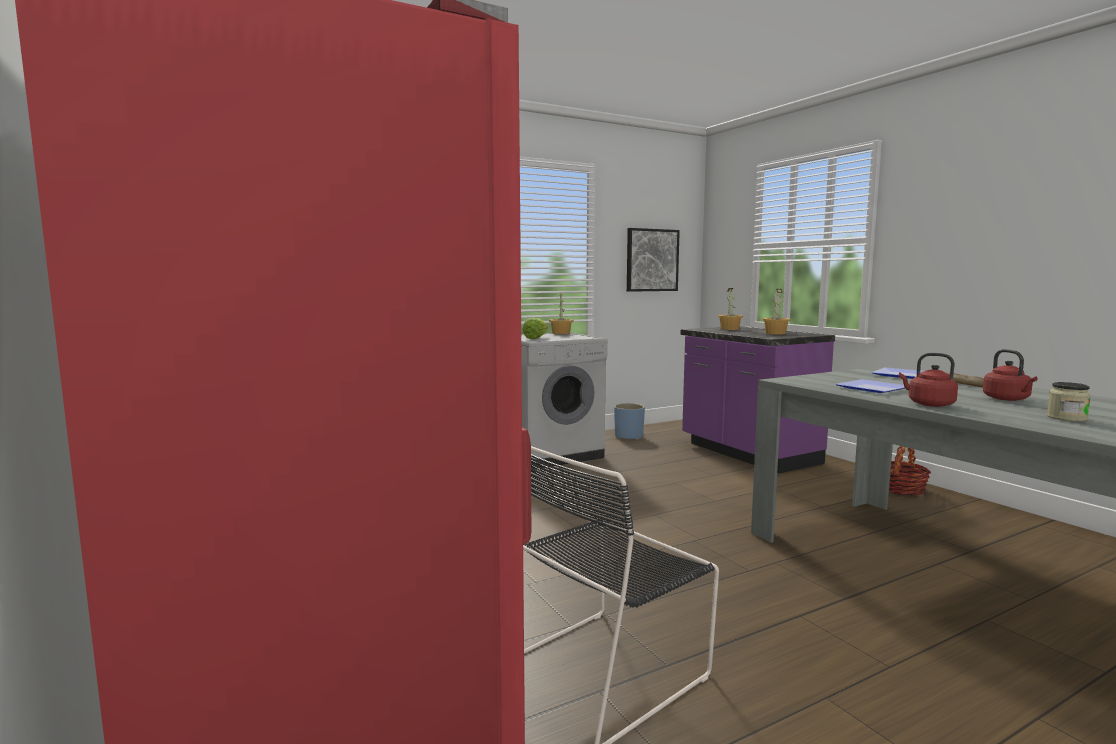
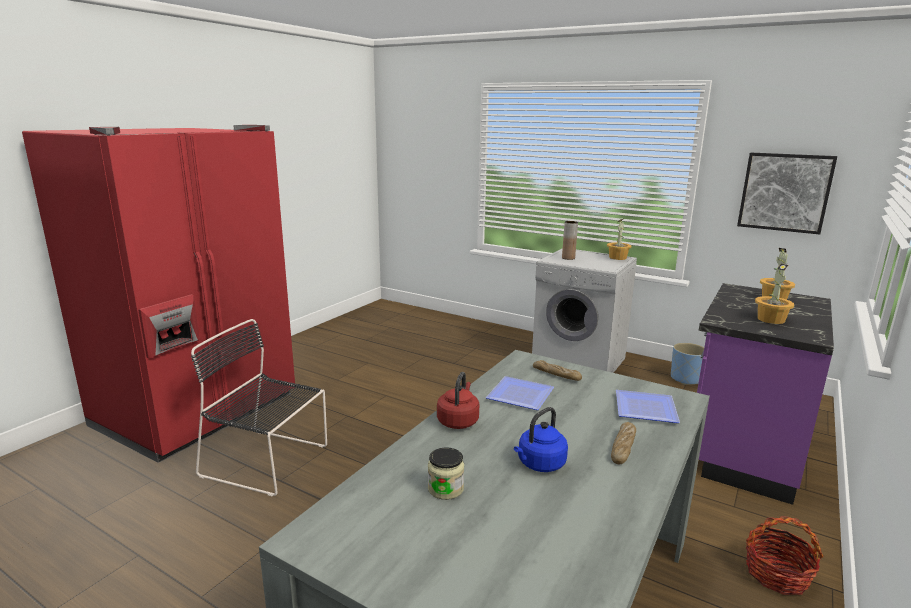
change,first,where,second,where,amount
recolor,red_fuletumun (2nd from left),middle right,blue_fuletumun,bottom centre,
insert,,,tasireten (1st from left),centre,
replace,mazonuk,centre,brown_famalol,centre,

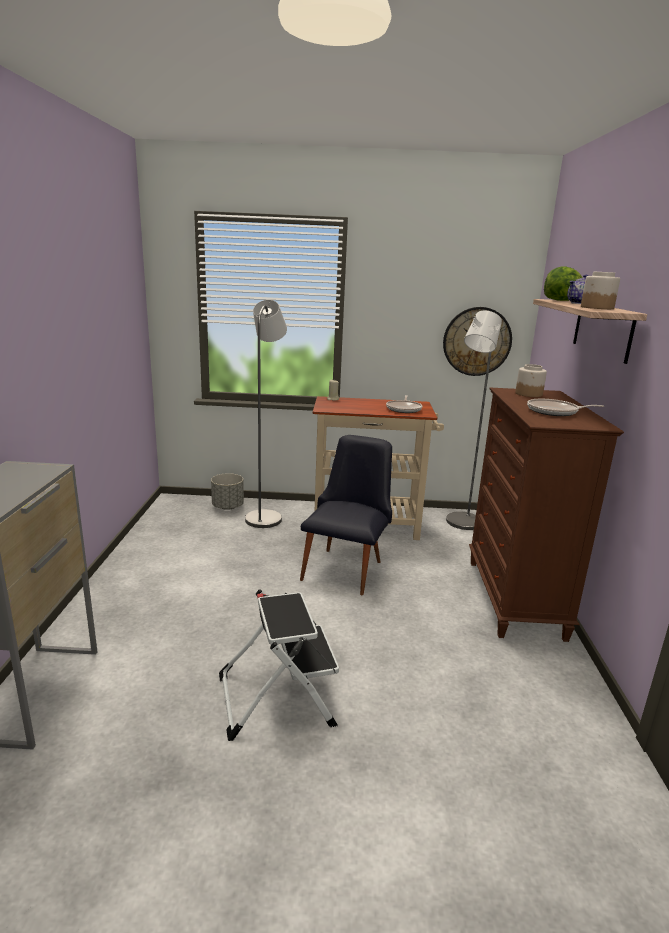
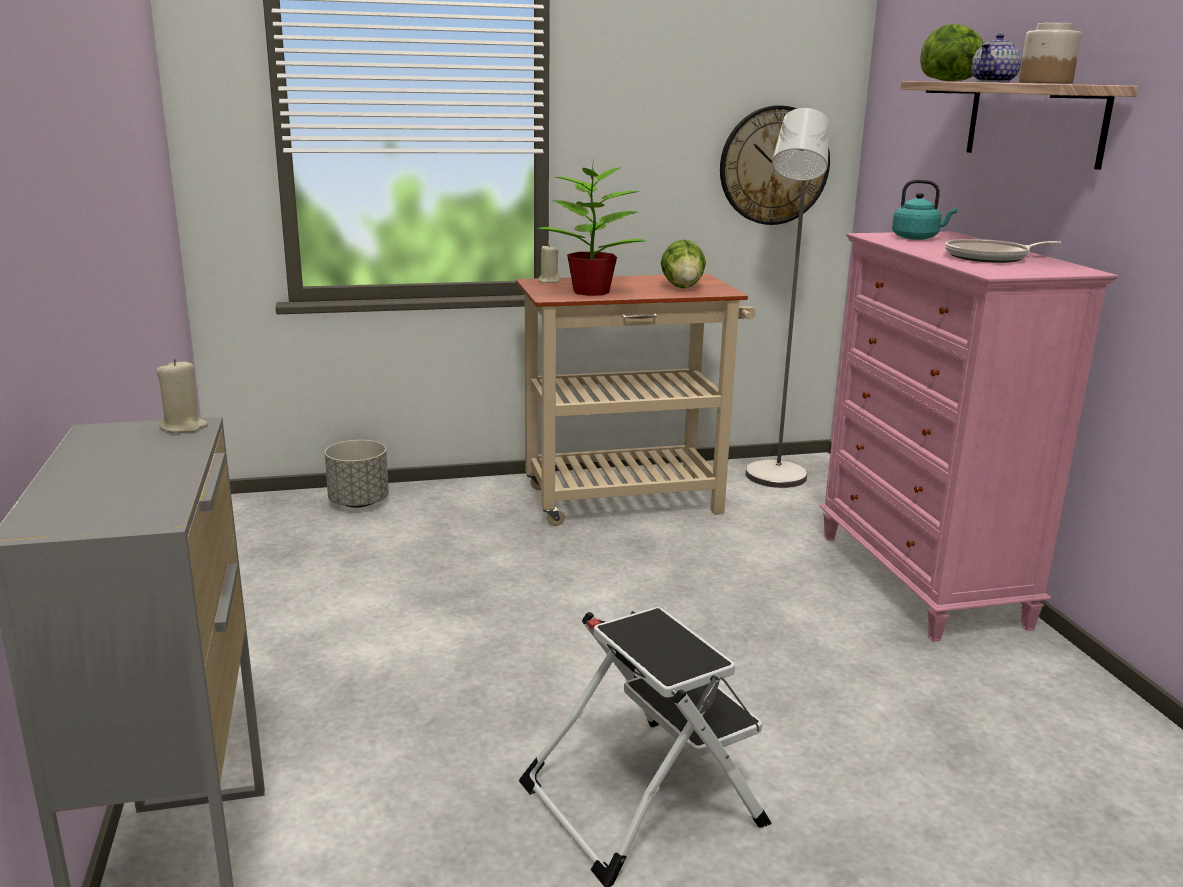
change,first,where,second,where,amount
insert,,,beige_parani (1st from left),middle left,
insert,,,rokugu,top centre,
replace,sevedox (1st from left),centre,mazonuk (1st from left),top centre,
recolor,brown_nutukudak,middle right,pink_nutukudak,middle right,
replace,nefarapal (1st from left),middle right,turquoise_fuletumun,top right,
delete,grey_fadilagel (1st from left),centre,,,
delete,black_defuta,centre,,,

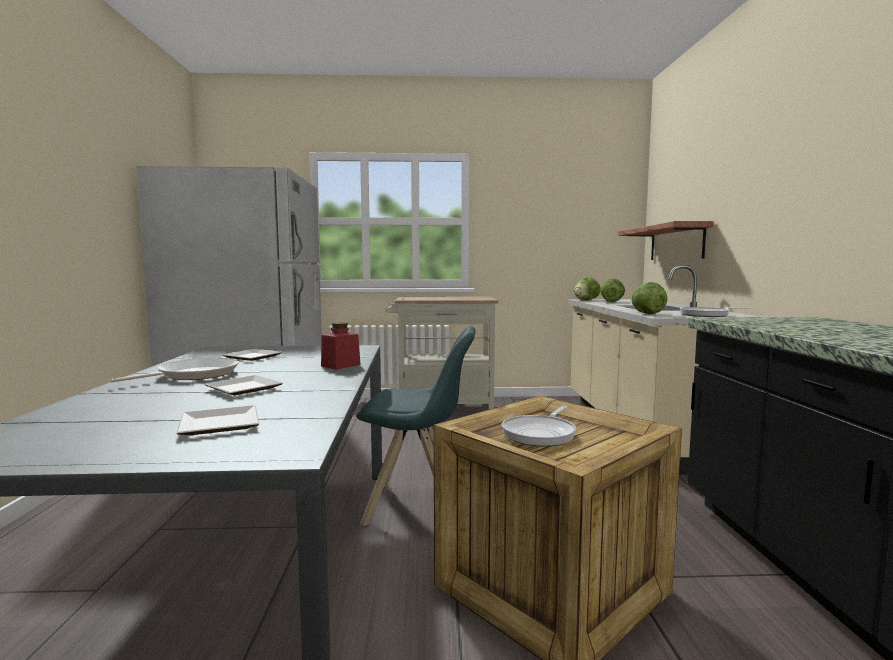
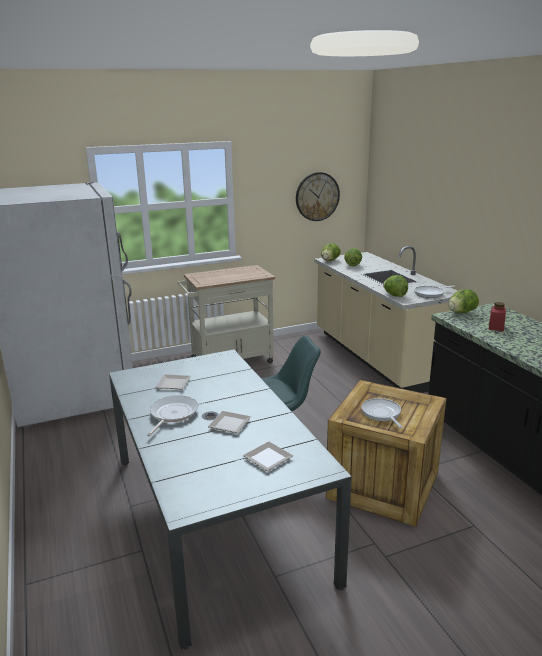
change,first,where,second,where,amount
insert,,,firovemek,top centre,
rotate,sevedox (2nd from left),centre,,middle right,150 degrees clockwise
insert,,,mazonuk (4th from left),middle right,
move,red_nefarapal,centre,,middle right,
delete,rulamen,middle right,,,

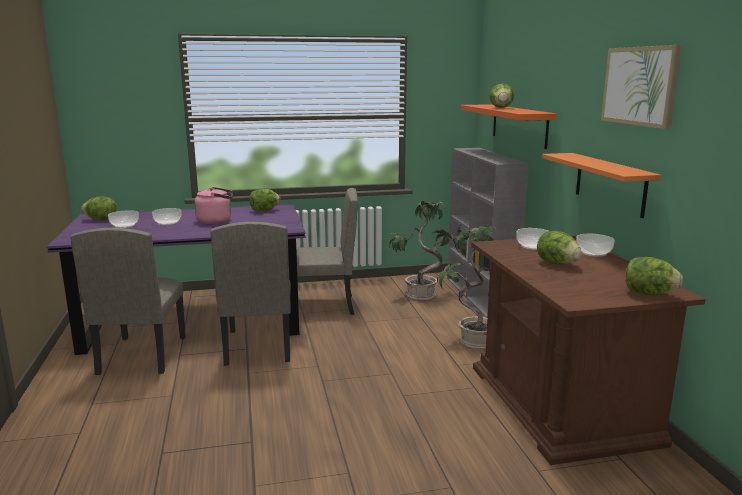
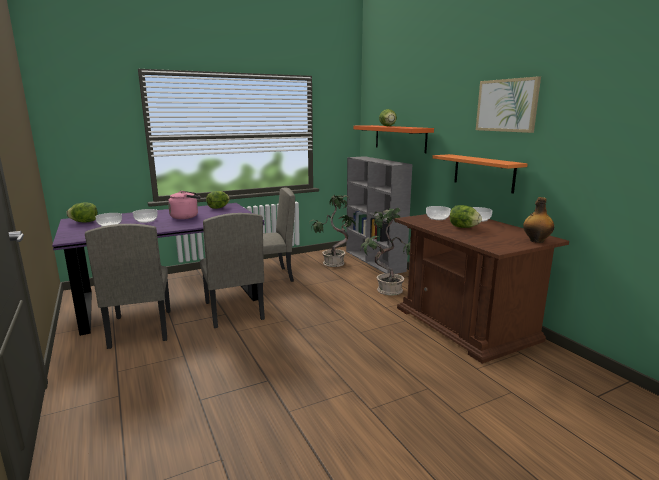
change,first,where,second,where,amount
replace,mazonuk (5th from left),middle right,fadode,middle right,

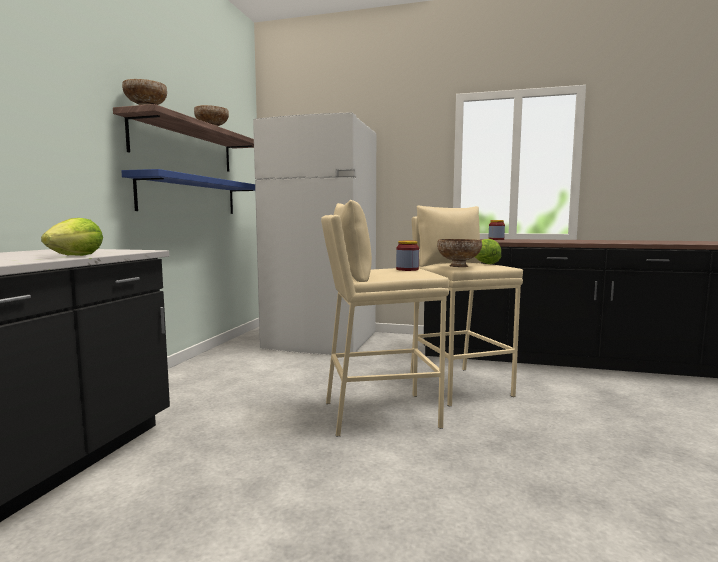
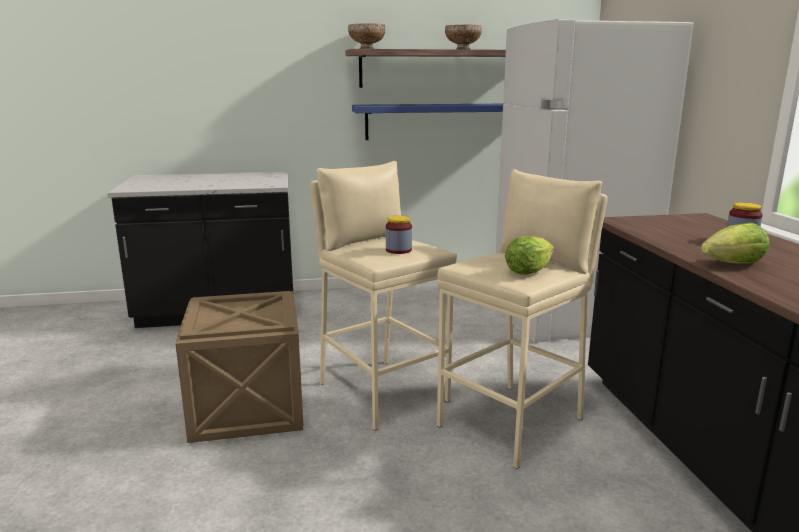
change,first,where,second,where,amount
insert,,,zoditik,bottom left,
move,mazonuk (1st from left in the first image),middle left,mazonuk (2nd from left),middle right,
delete,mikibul (3rd from left),centre,,,

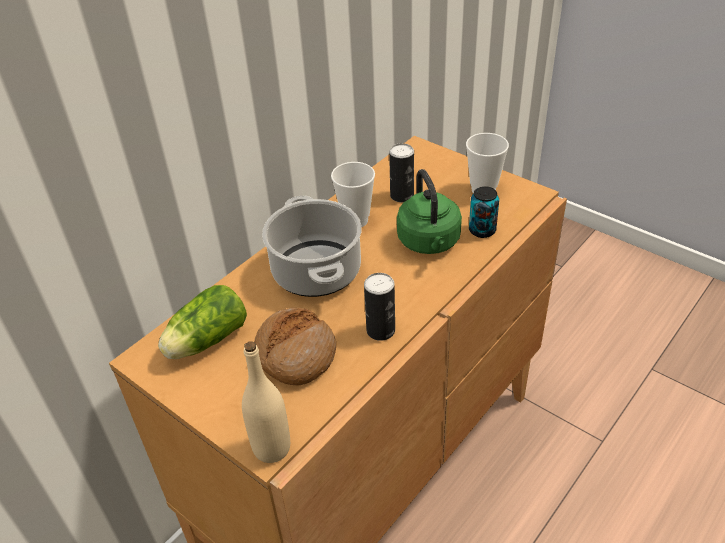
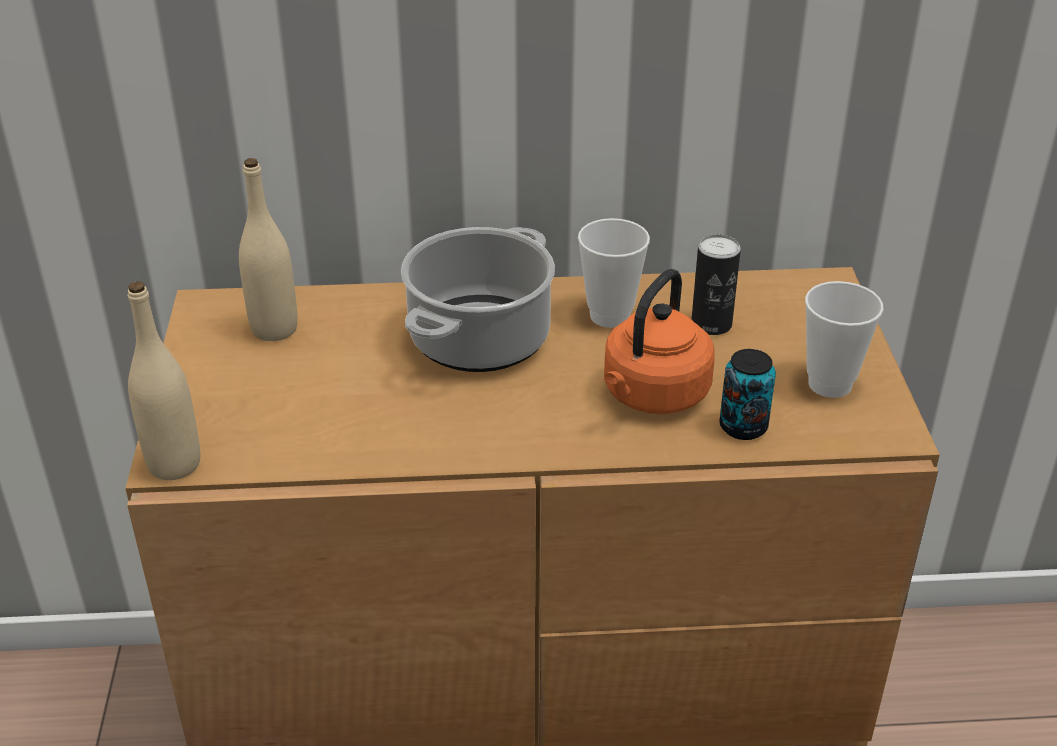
change,first,where,second,where,amount
replace,mazonuk,middle left,beige_fadode (2nd from left),middle left,
recolor,green_fuletumun,centre,orange_fuletumun,centre,
delete,tasireten,centre,,,
delete,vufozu (1st from left),centre,,,

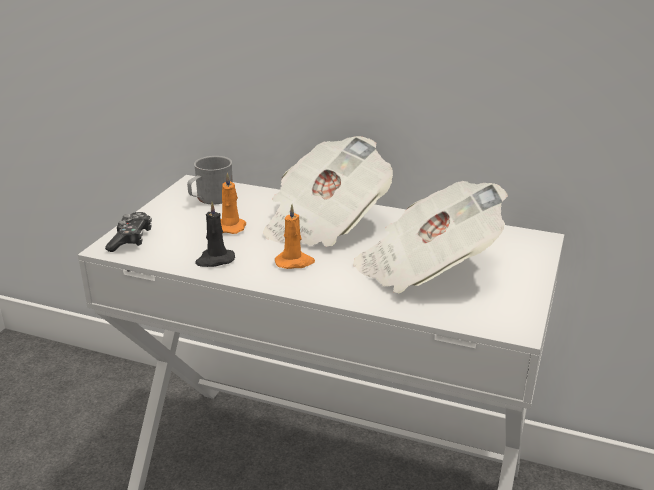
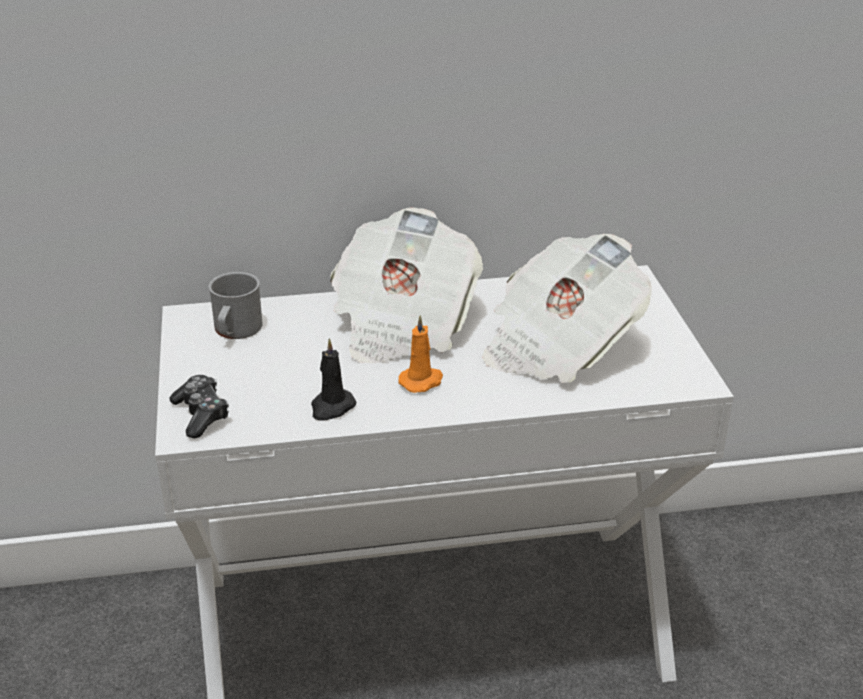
change,first,where,second,where,amount
delete,orange_parani (1st from left),centre,,,

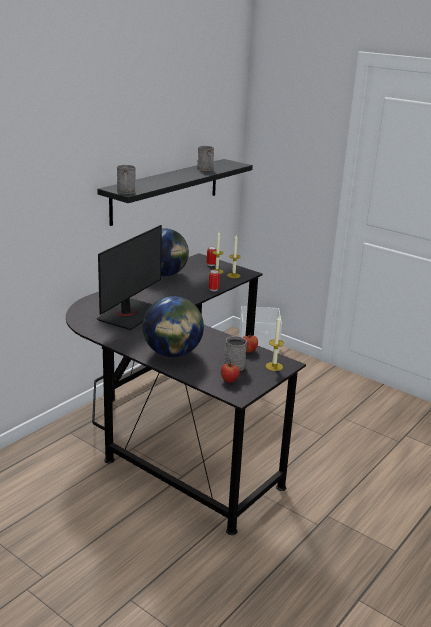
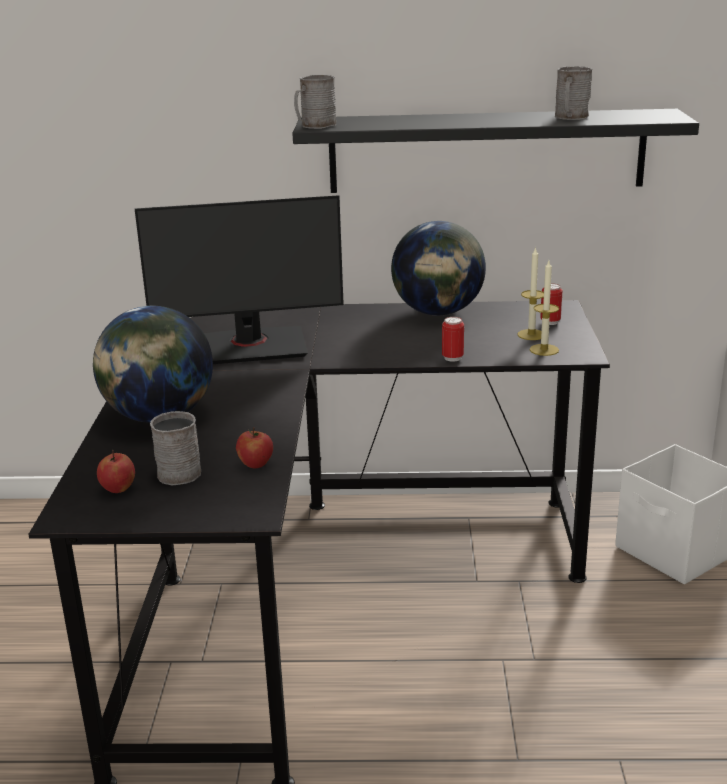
change,first,where,second,where,amount
delete,parani (3rd from left),centre,,,

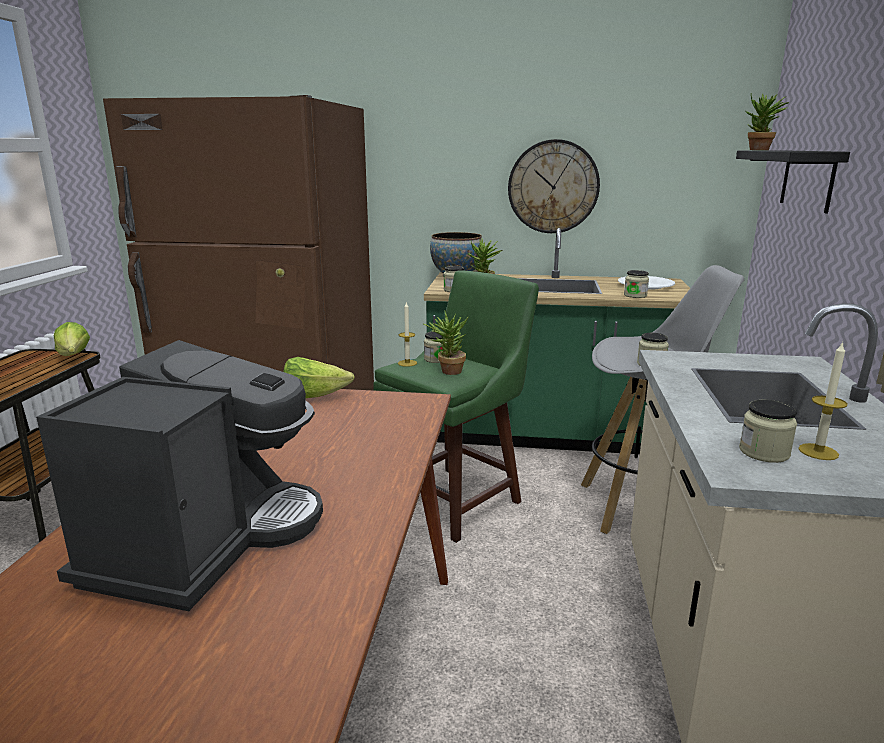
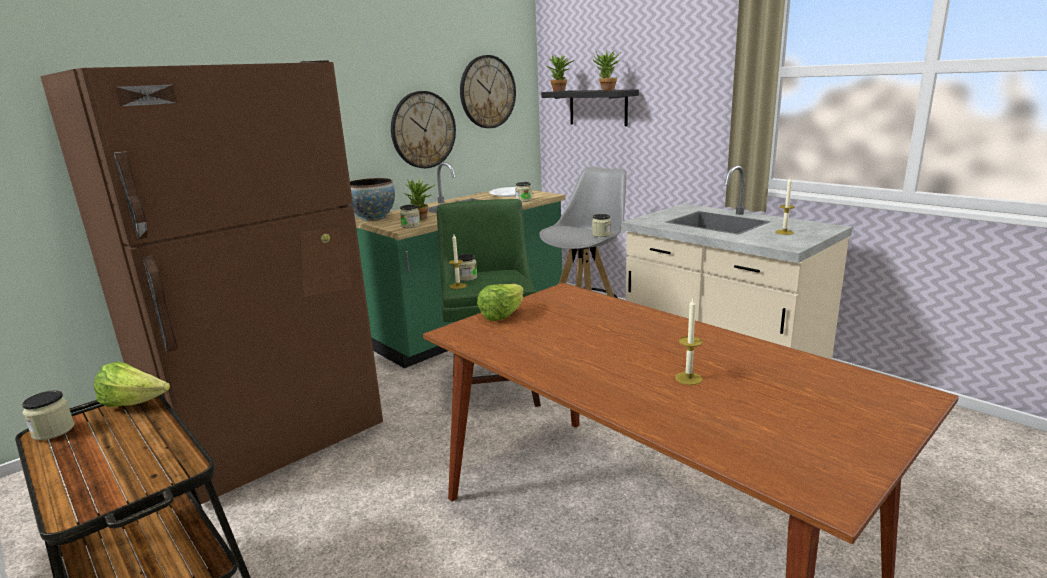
change,first,where,second,where,amount
move,nefarapal (5th from left in the first image),middle right,nefarapal (1st from left),bottom left,
insert,,,firovemek (2nd from left),top centre,
move,rokugu (1st from left in the first image),centre,rokugu (3rd from left),top centre,
replace,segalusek,middle left,parani (2nd from left),centre,

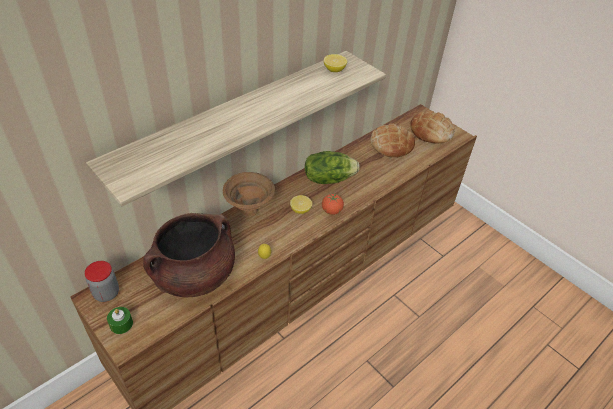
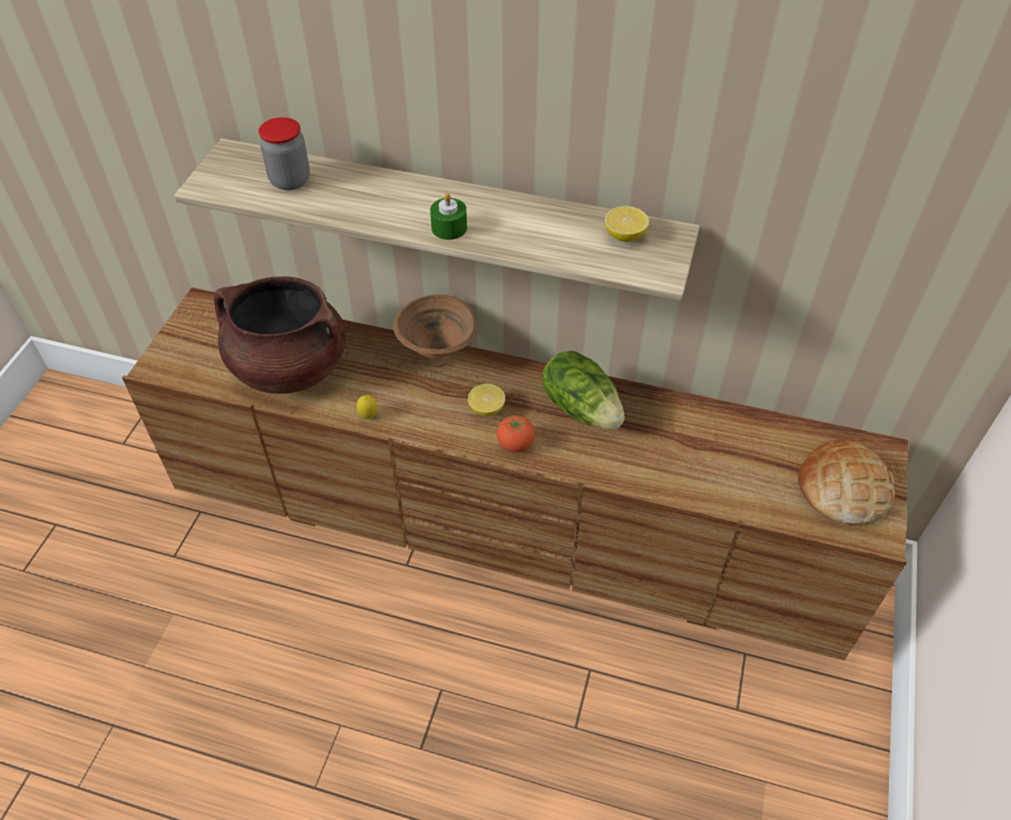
change,first,where,second,where,amount
move,nefarapal,bottom left,,top left,
move,green_parani,bottom left,,top centre,
delete,tasireten (1st from left),centre,,,

